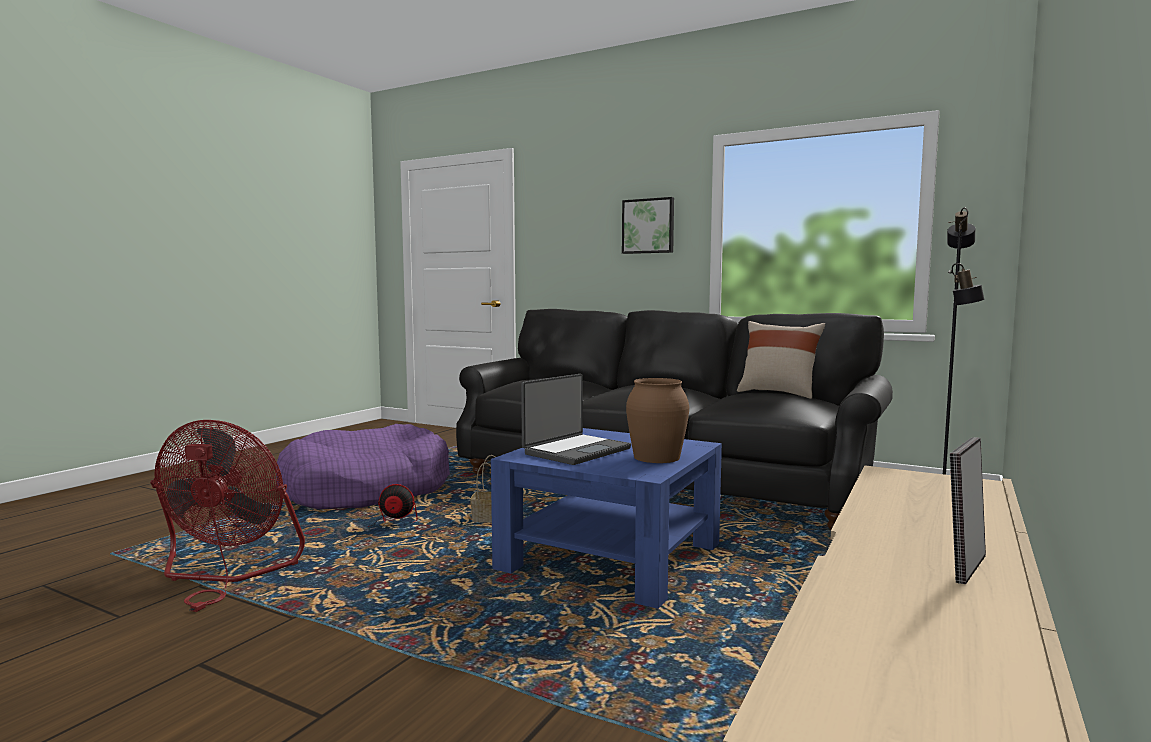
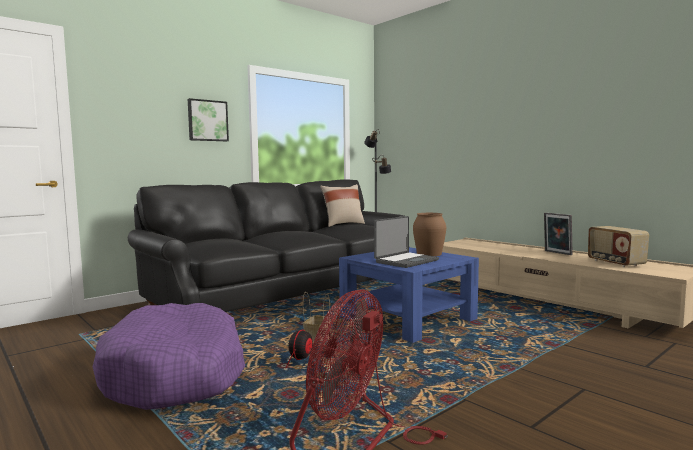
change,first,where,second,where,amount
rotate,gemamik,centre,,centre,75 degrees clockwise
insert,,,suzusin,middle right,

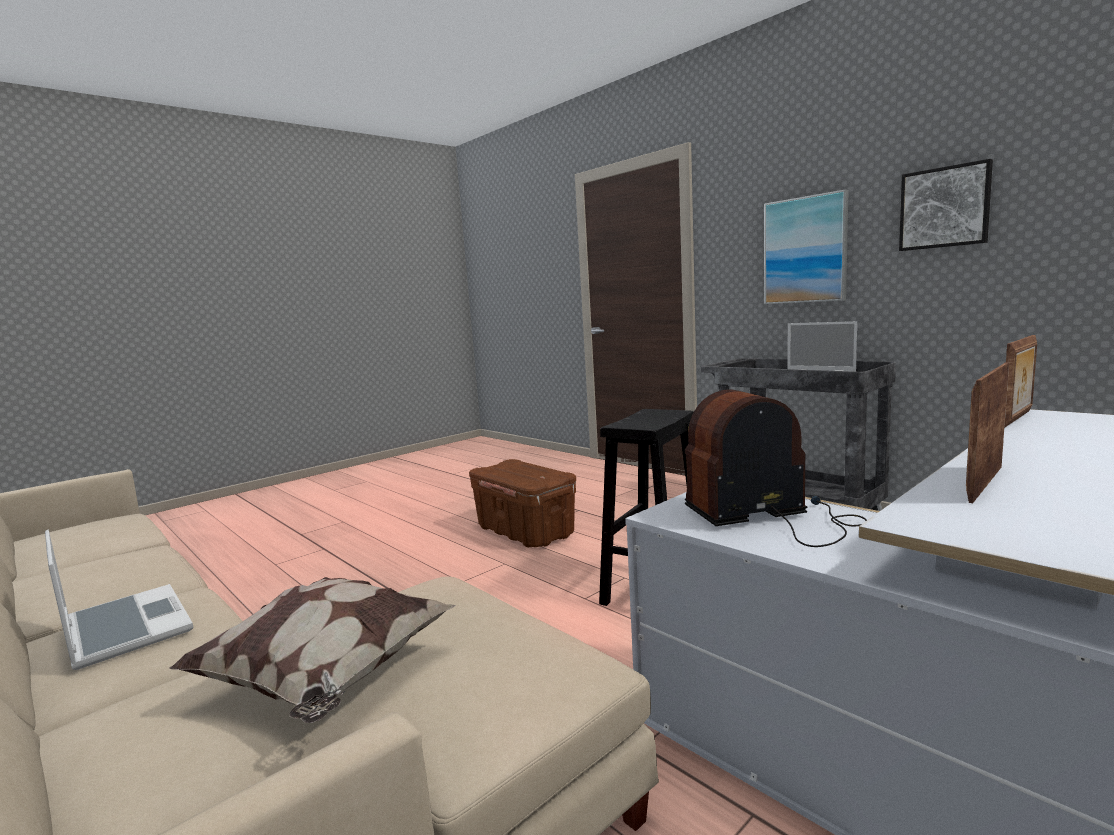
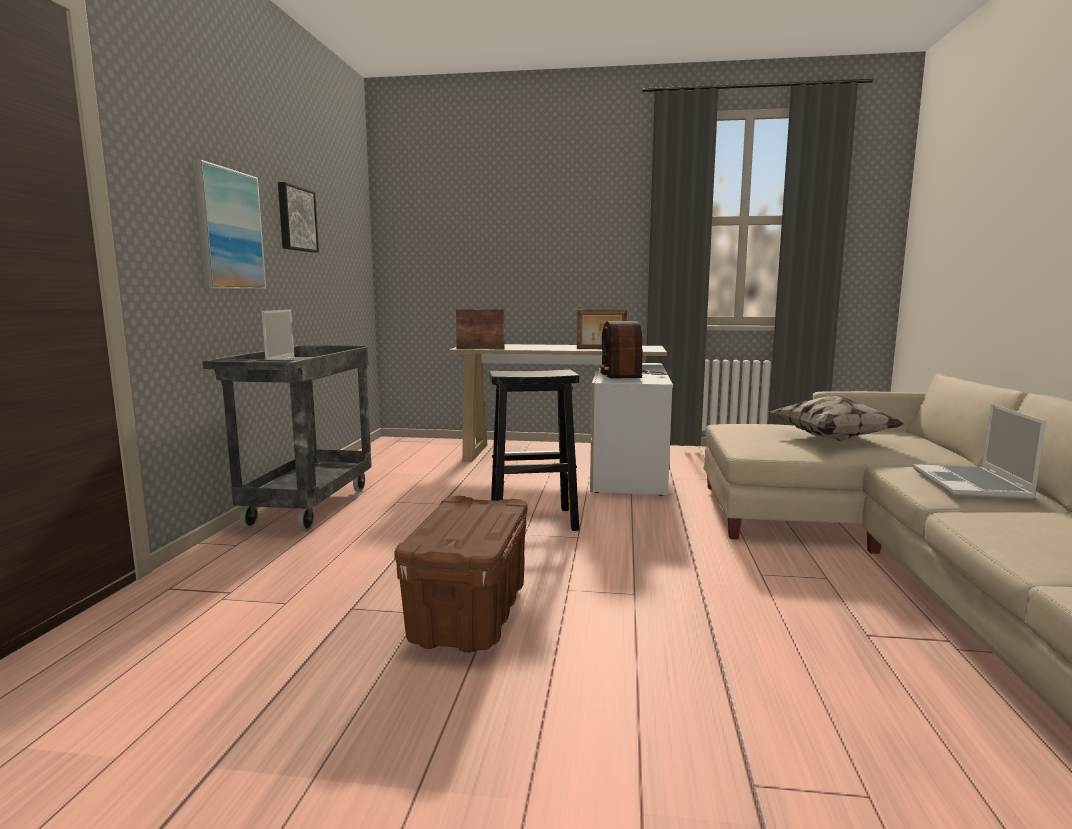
change,first,where,second,where,amount
rotate,suzusin,middle right,,centre,45 degrees clockwise

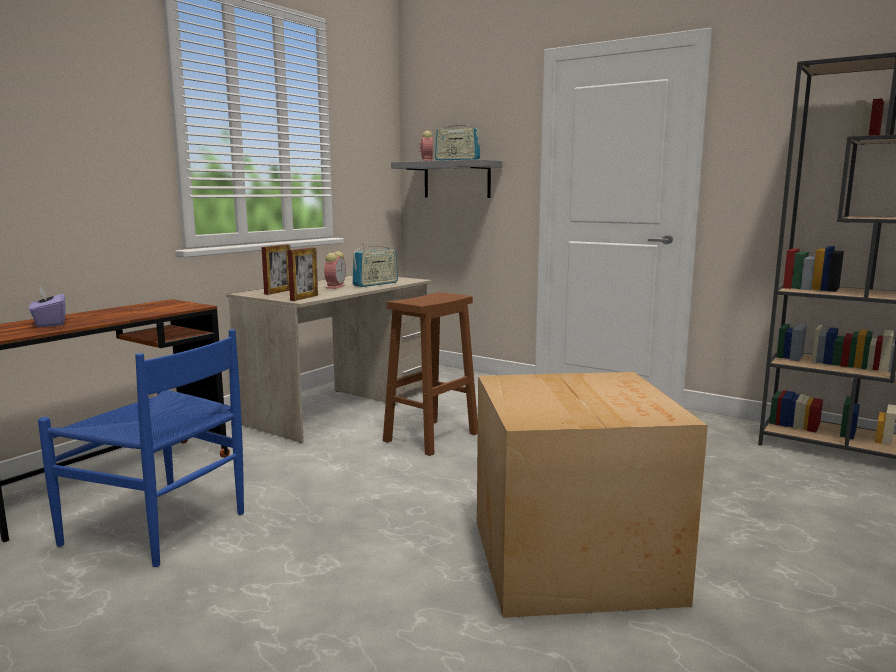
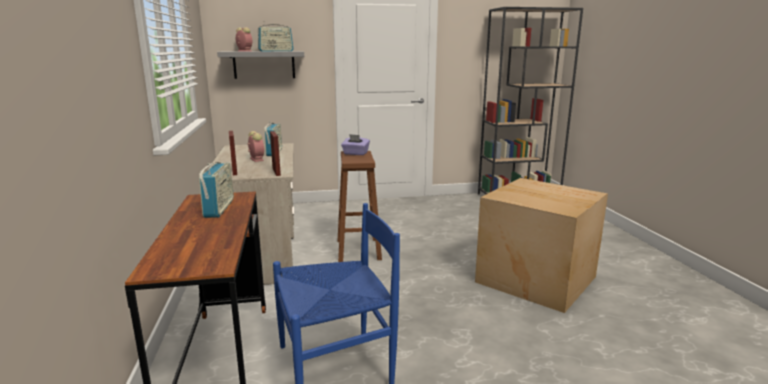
change,first,where,second,where,amount
insert,,,suzusin (1st from left),middle left,
move,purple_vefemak,middle left,,centre,

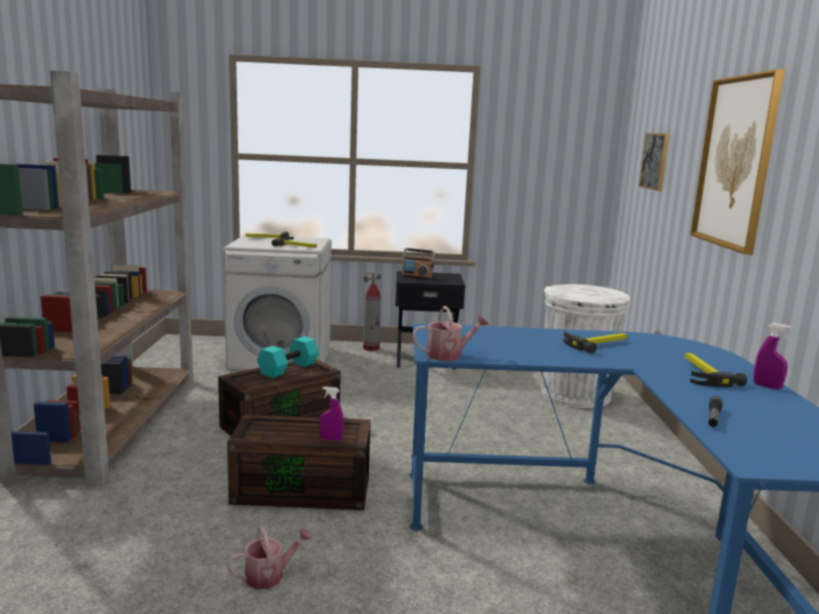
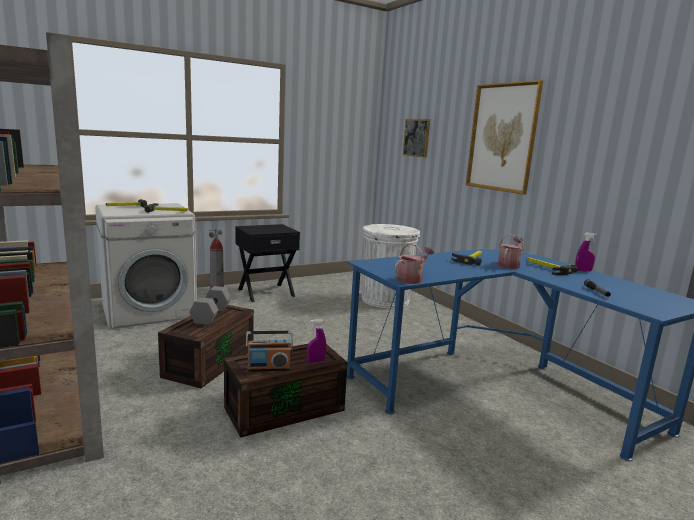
change,first,where,second,where,amount
recolor,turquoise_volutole,centre,grey_volutole,middle left,
move,suzusin,centre,,bottom centre,
move,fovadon (1st from left in the first image),bottom left,fovadon (2nd from left),middle right,

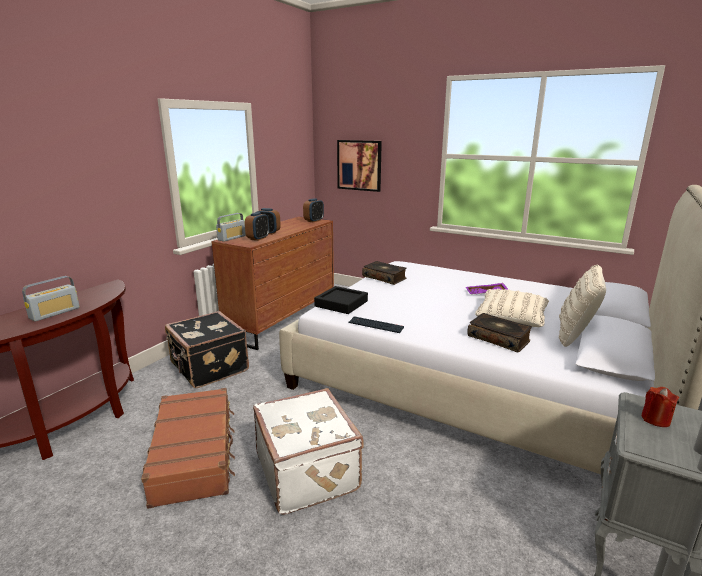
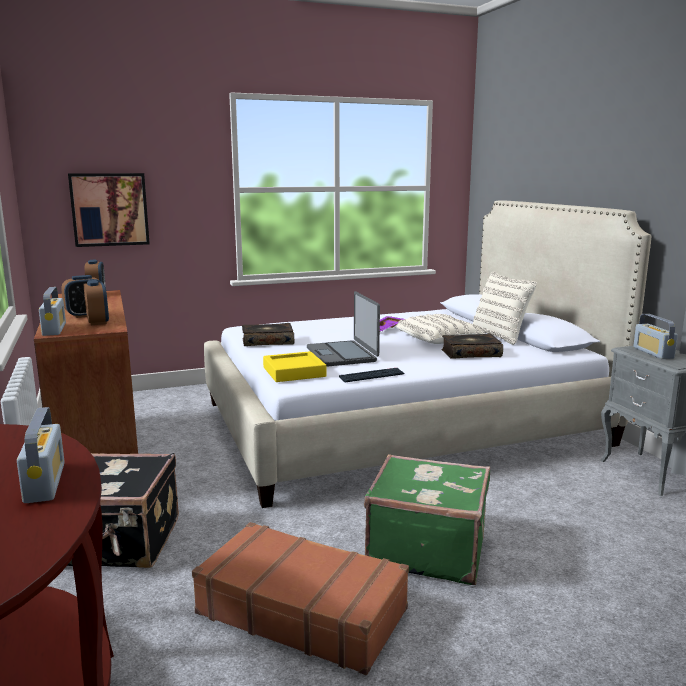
change,first,where,second,where,amount
recolor,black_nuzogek,centre,yellow_nuzogek,centre,
insert,,,gemamik,centre,
recolor,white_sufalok,bottom centre,green_sufalok,bottom centre,
replace,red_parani,bottom right,suzusin (3rd from left),middle right,

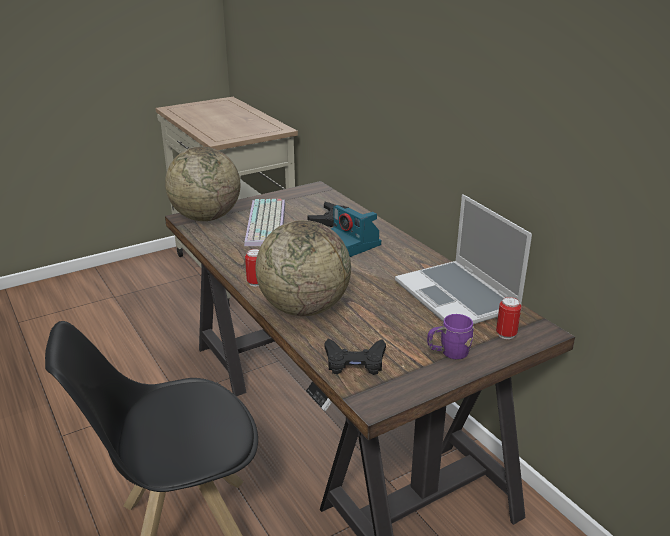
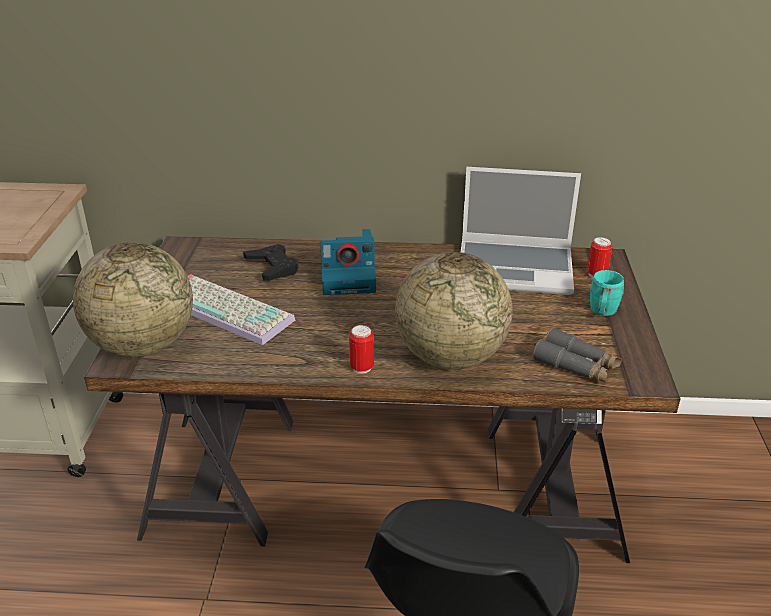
change,first,where,second,where,amount
replace,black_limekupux (2nd from left),centre,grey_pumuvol,middle right,
recolor,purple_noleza,middle right,turquoise_noleza,middle right,

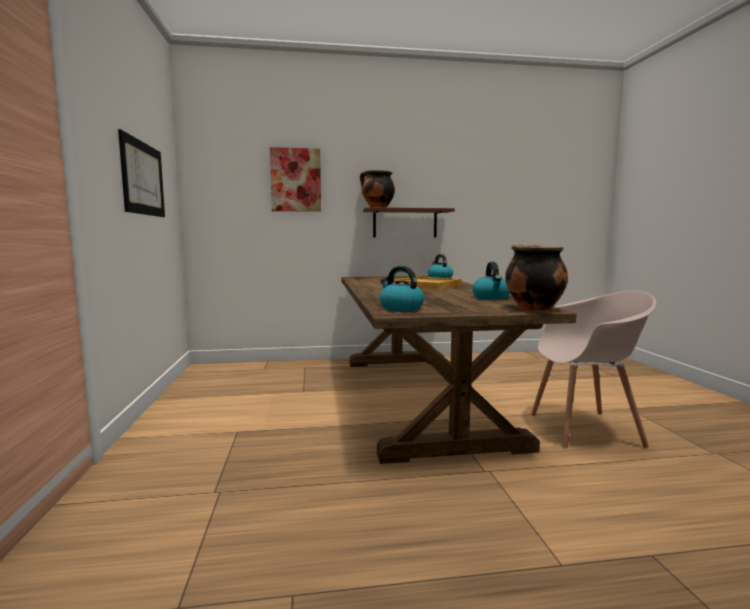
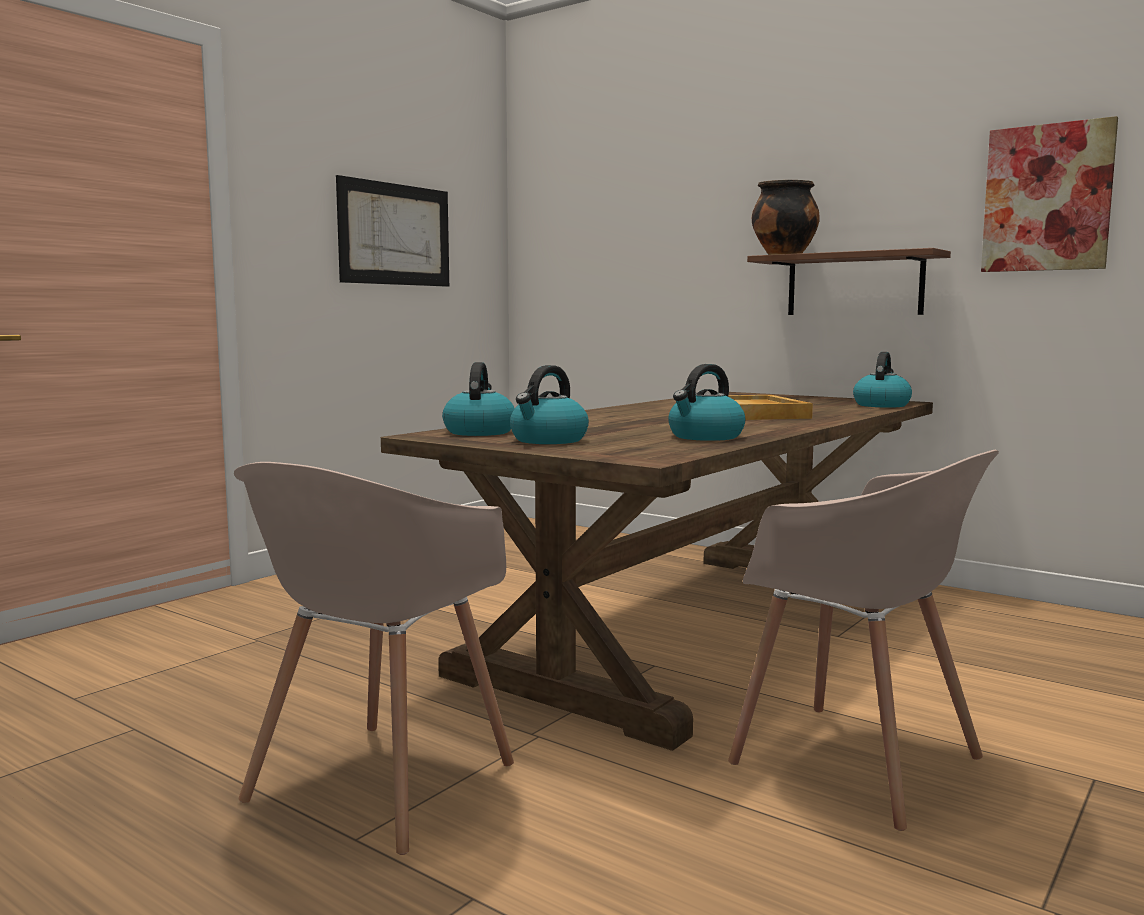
change,first,where,second,where,amount
insert,,,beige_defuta (1st from left),bottom left,
insert,,,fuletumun (2nd from left),centre,
move,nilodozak (2nd from left),top centre,,top right,
delete,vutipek (2nd from left),middle right,,,

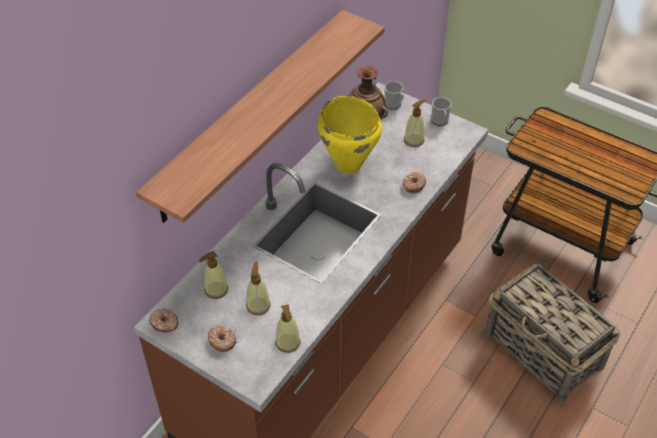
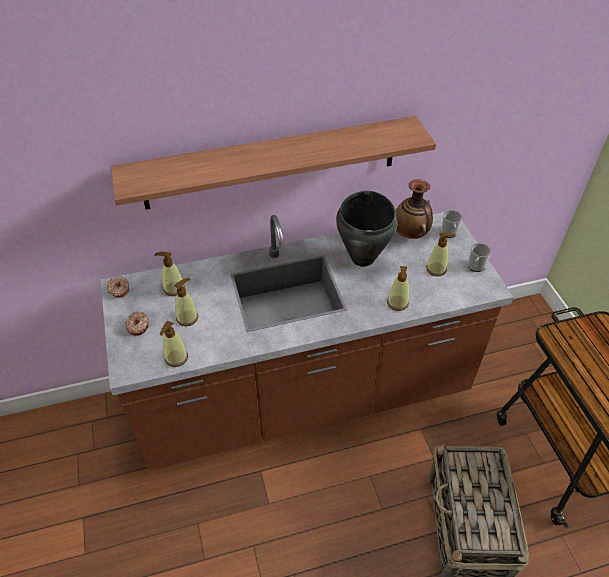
change,first,where,second,where,amount
recolor,yellow_vutipek,top centre,black_vutipek,centre,
replace,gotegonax (3rd from left),centre,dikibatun (4th from left),centre,

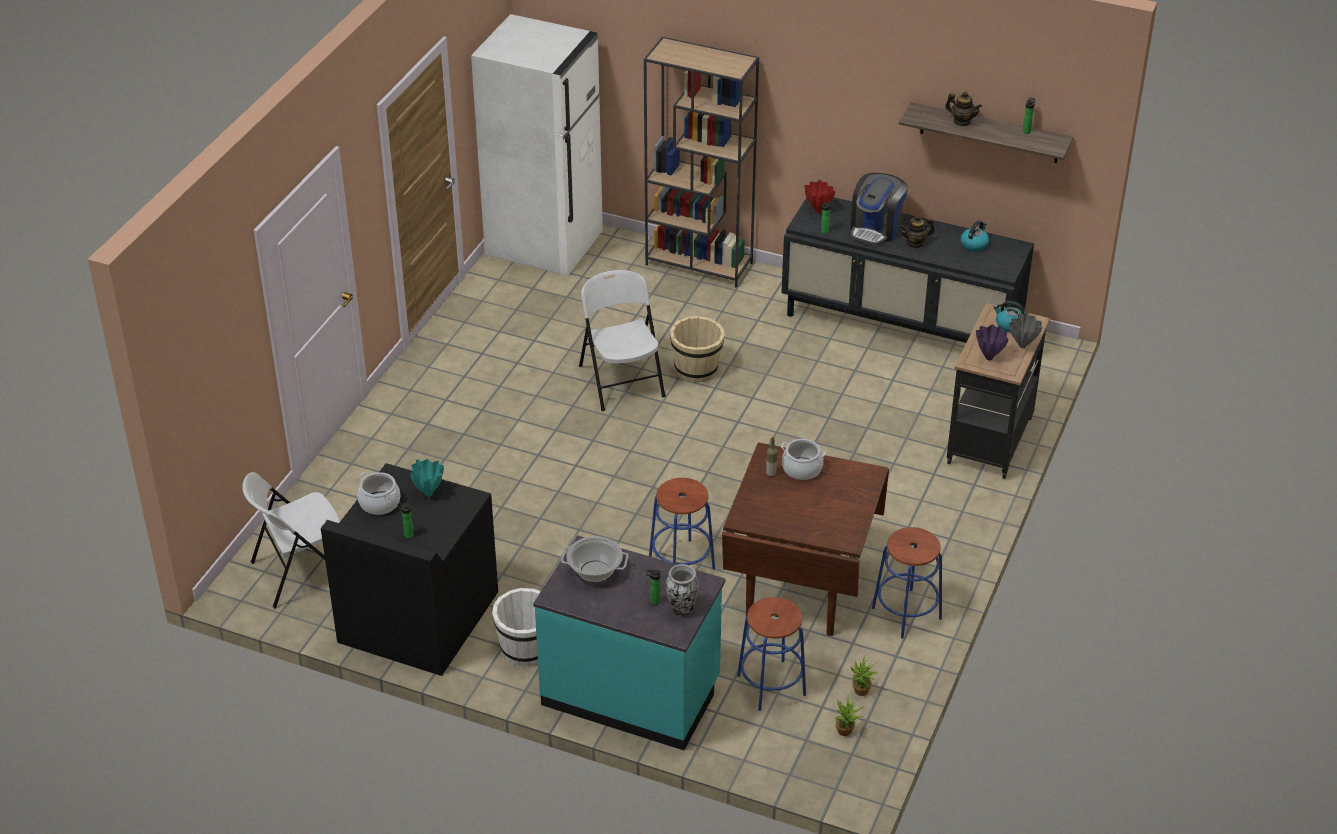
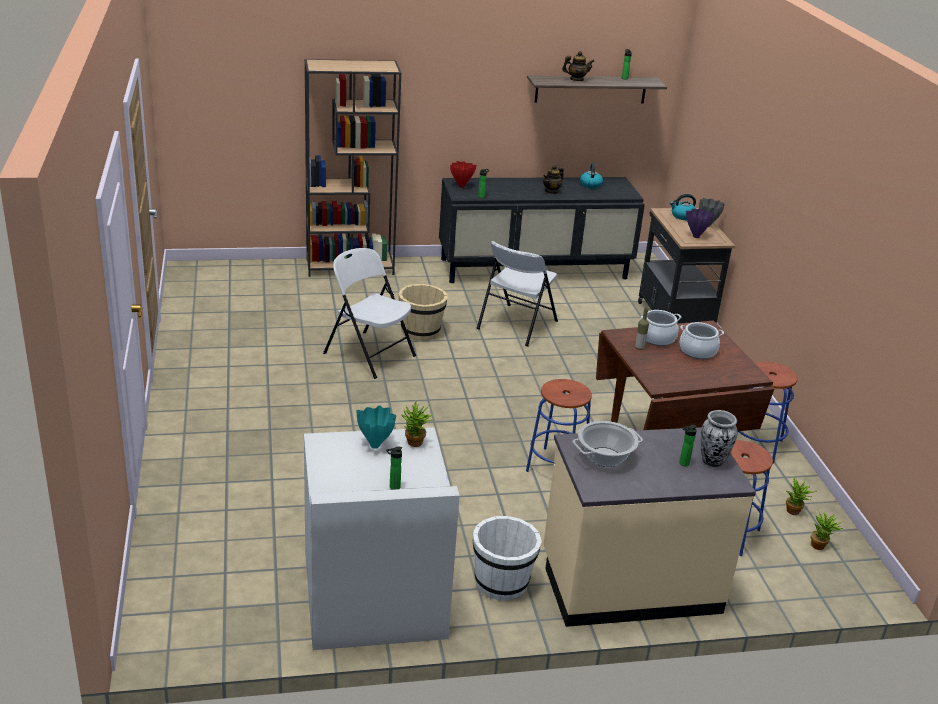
change,first,where,second,where,amount
recolor,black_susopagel,bottom left,white_susopagel,bottom centre,
insert,,,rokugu (1st from left),centre,
move,white_defuta (1st from left in the first image),middle left,white_defuta (2nd from left),centre,
recolor,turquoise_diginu,bottom centre,beige_diginu,bottom right,
move,vutipek (1st from left in the first image),middle left,vutipek (3rd from left),middle right,
delete,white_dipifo,top centre,,,
delete,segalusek,top centre,,,

